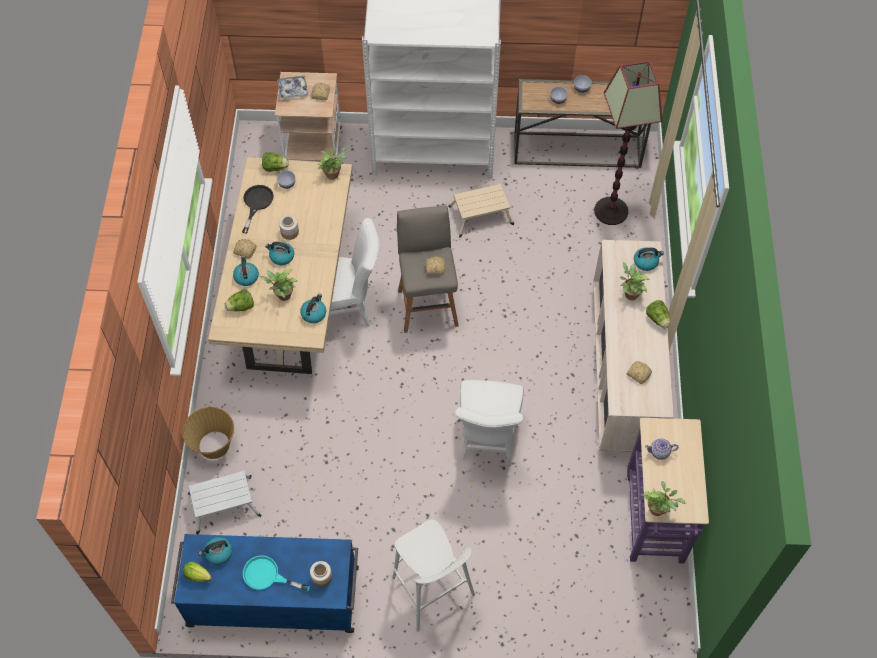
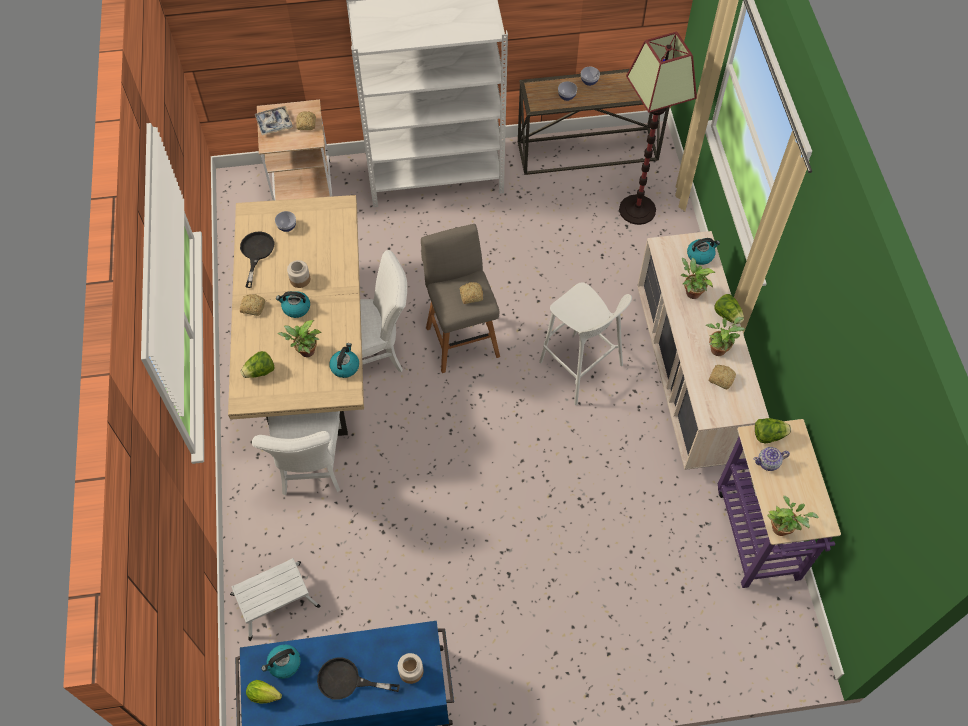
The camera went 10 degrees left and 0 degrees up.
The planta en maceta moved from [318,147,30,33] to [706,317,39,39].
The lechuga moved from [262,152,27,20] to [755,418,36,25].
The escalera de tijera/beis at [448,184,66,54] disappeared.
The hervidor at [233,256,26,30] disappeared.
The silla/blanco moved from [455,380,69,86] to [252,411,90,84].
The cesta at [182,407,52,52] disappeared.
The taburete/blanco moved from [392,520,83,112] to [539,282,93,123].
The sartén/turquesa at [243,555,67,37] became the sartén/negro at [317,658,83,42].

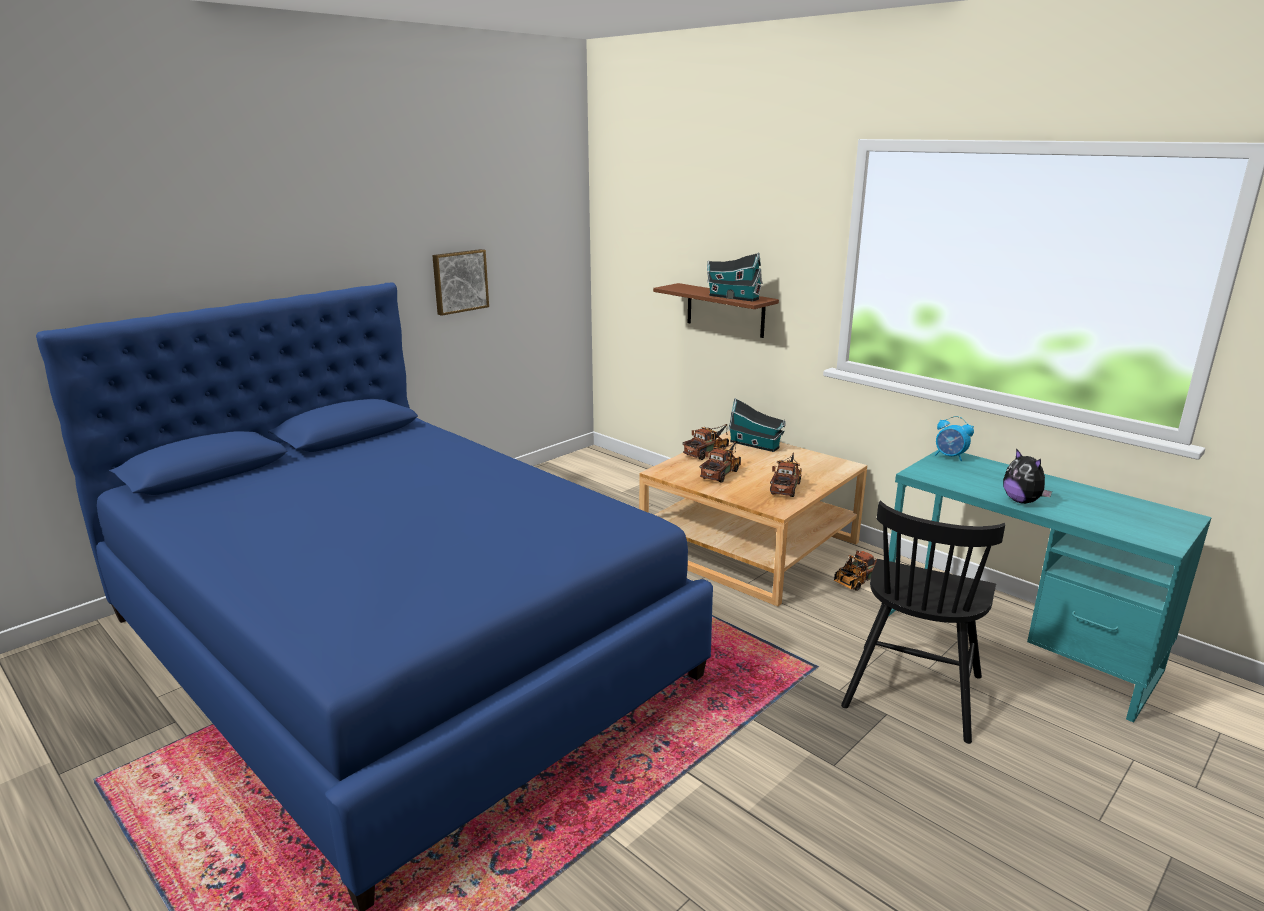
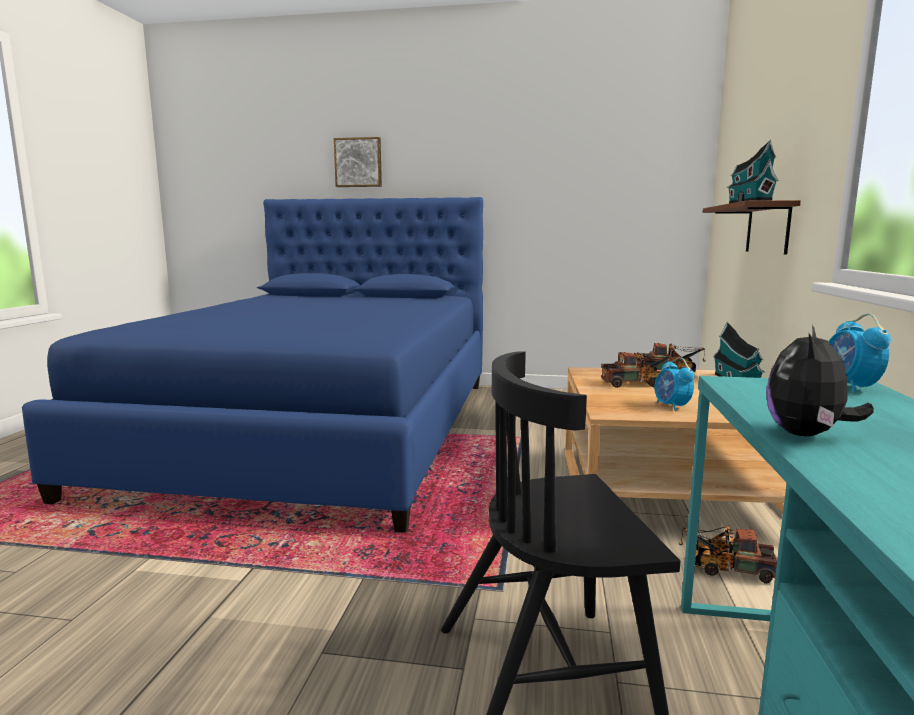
The camera went 55 degrees right and 10 degrees down.
The cuadro moved from [432,249,57,67] to [334,137,48,50].
The camión de juguete at [770,452,32,45] was replaced by the despertador at [655,357,40,54].

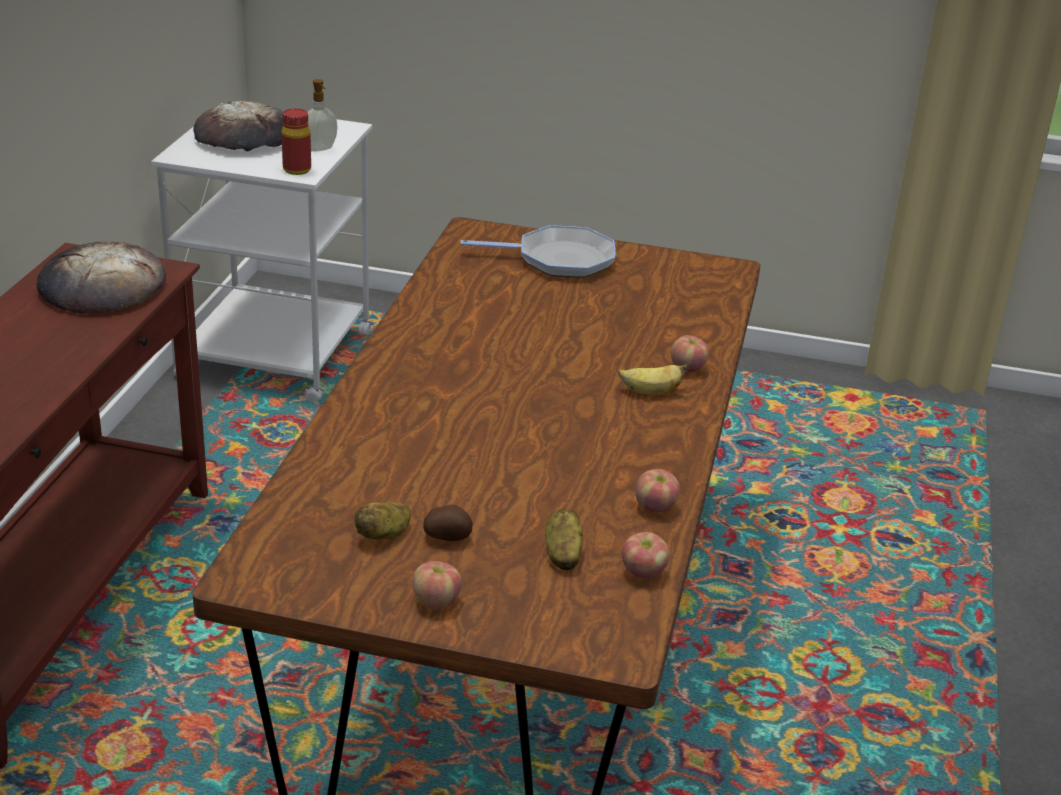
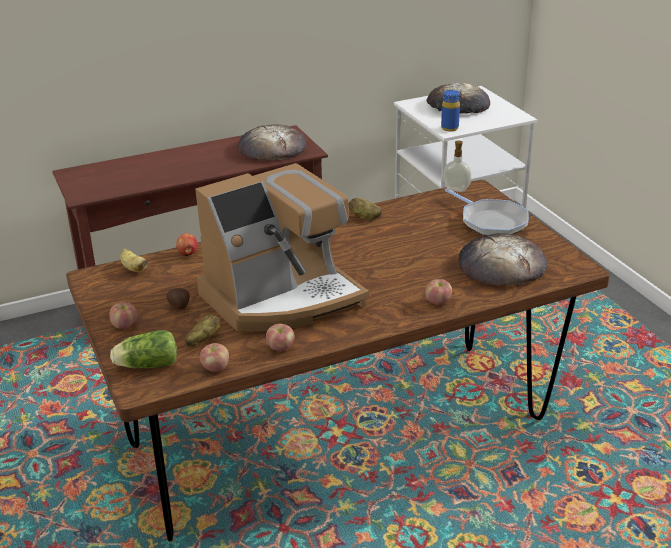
The camera went 55 degrees right and 0 degrees up.
The dispensador de jabón moved from [308,79,30,73] to [443,141,28,51].
The botella/rojo at [281,108,30,67] became the botella/azul at [441,90,19,41].
The plátano moved from [618,365,69,29] to [120,248,28,24].
The patata moved from [355,502,56,37] to [349,198,33,22].
The cafetera at [195,163,174,169] appeared.
The manzana at [176,233,22,23] appeared.
The pan at [459,233,88,53] appeared.
The lechuga at [110,330,67,38] appeared.

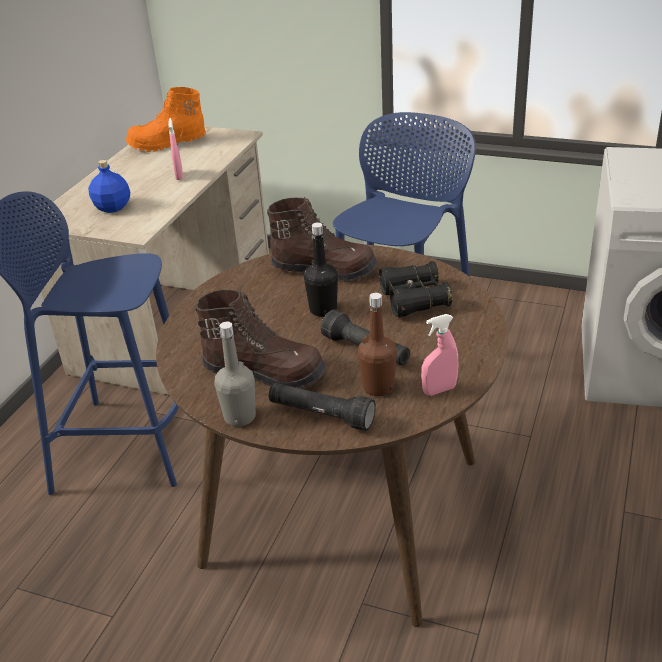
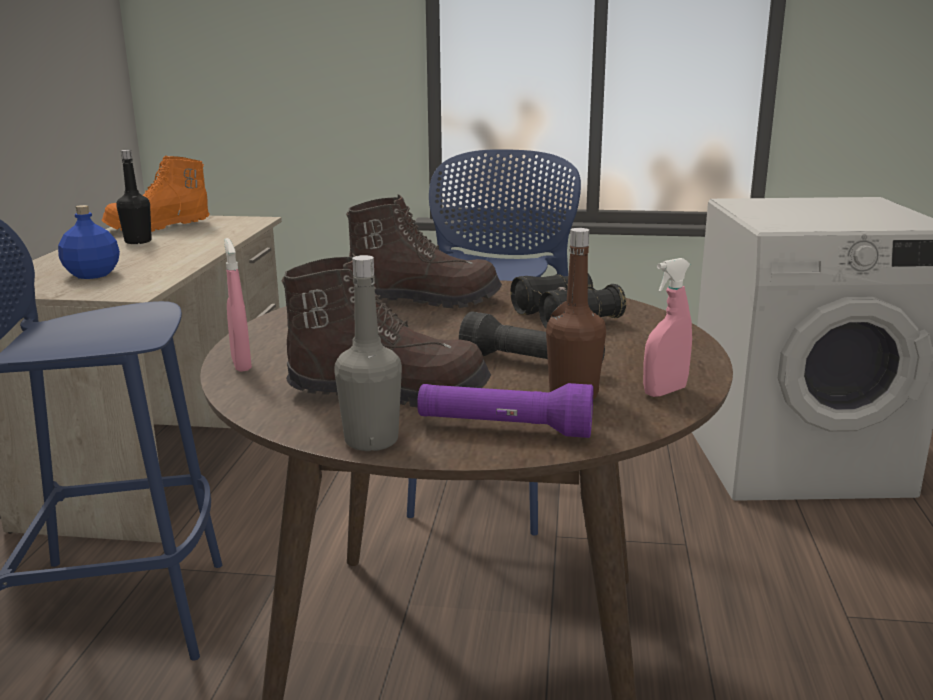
The camera went 15 degrees left and 15 degrees down.
The pulverizador/rosa moved from [169,118,14,62] to [224,238,28,134].
The botella/negro moved from [304,222,34,95] to [116,150,36,94].
The linterna/negro at [269,383,107,48] became the linterna/morado at [417,383,176,55].

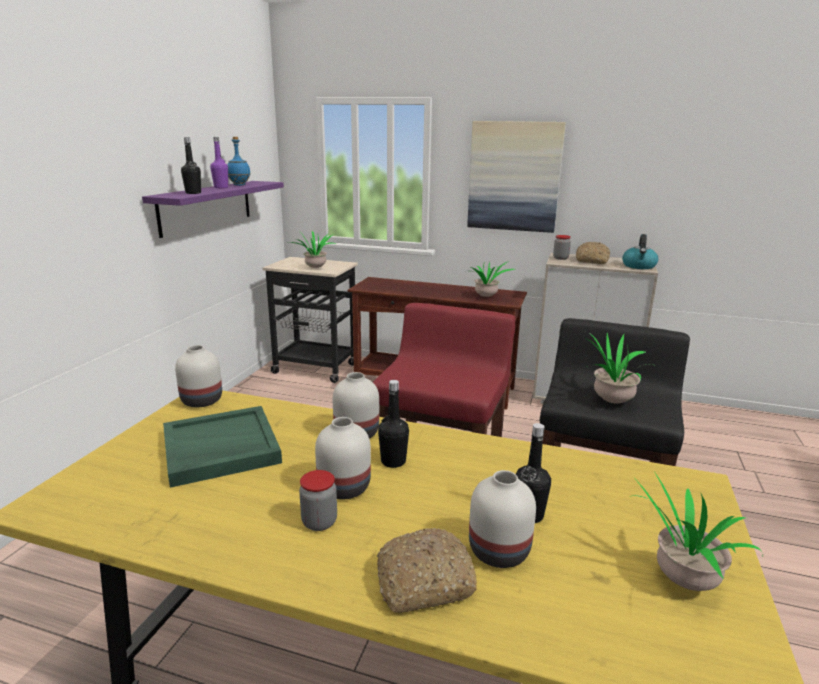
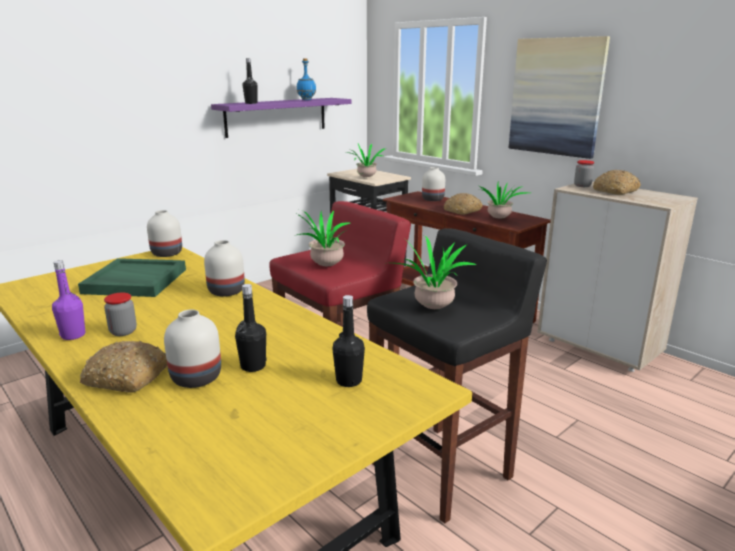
The camera went 30 degrees right and 0 degrees up.
The botella/morado moved from [210,137,18,51] to [52,260,33,80].
The hervidor at [622,234,36,35] disappeared.
The botella/negro moved from [378,380,31,88] to [332,295,33,92].
The florero/blanco moved from [315,417,56,82] to [422,167,23,34].
The planta en maceta moved from [629,473,133,118] to [294,210,56,56].
The pan at [444,193,39,22] appeared.

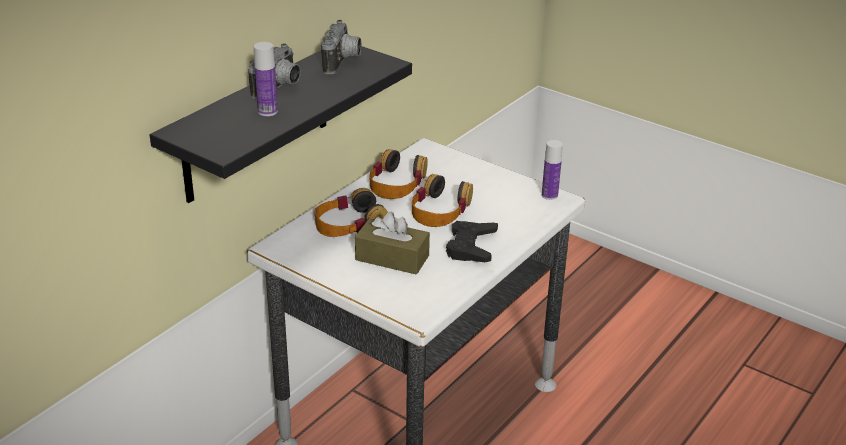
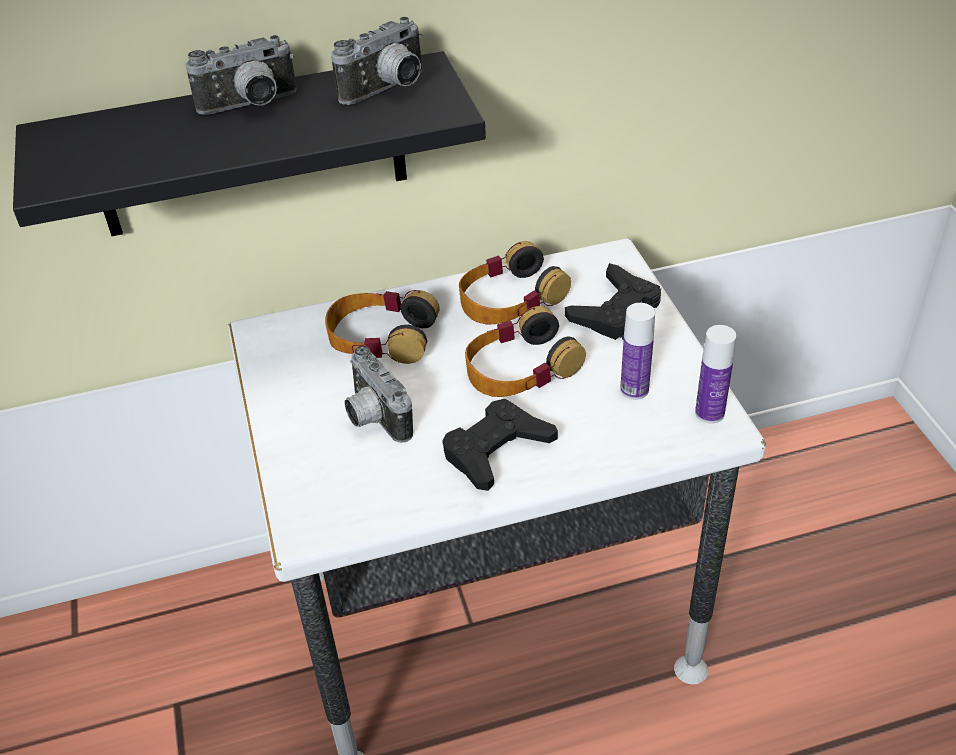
The camera went 40 degrees right and 10 degrees up.
The botella moved from [254,42,24,74] to [620,303,35,97].
The caja de pañuelos/marrón at [355,211,75,64] was replaced by the cámara at [344,346,69,97].
The mando de consola/negro at [565,263,96,77] appeared.

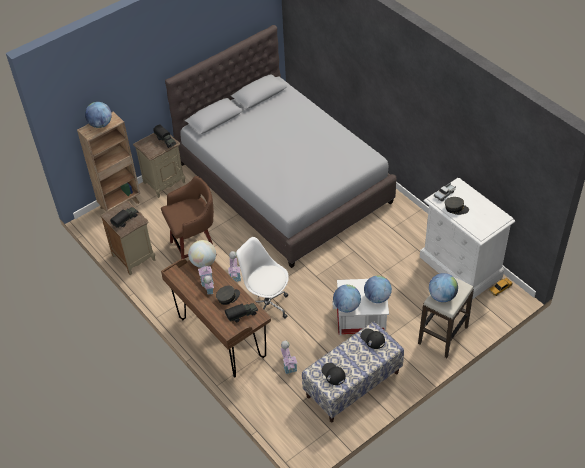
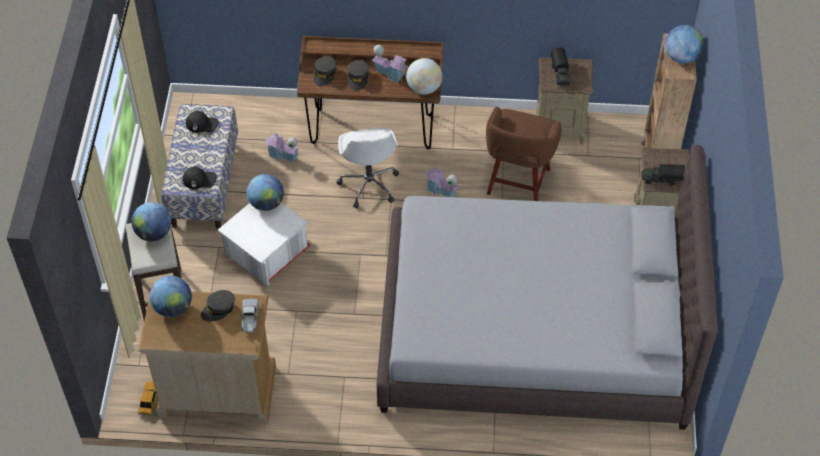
The camera went 130 degrees right and 5 degrees up.
The cómoda/blanco at [420,178,95,122] became the cómoda/marrón at [138,292,138,132].
The silla de oficina/blanco at [236,237,53,82] turned 90 degrees clockwise.
The globo terráqueo moved from [364,276,28,27] to [150,276,42,41].
The camión de juguete at [225,303,33,19] was replaced by the gorra/gris at [314,56,22,30].

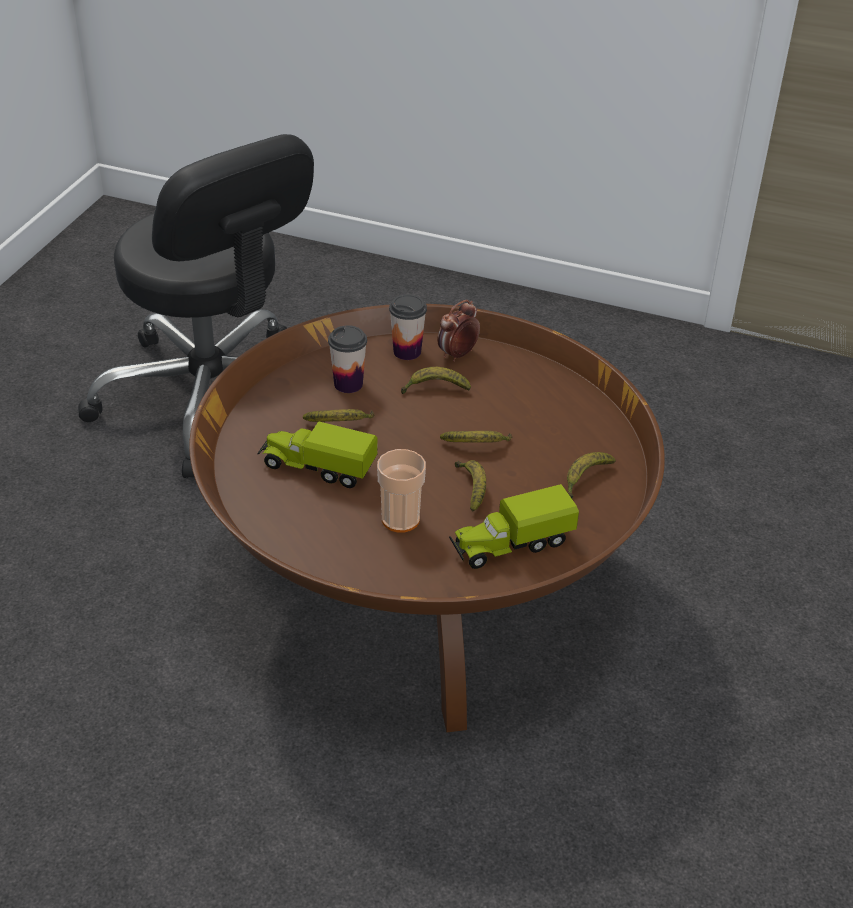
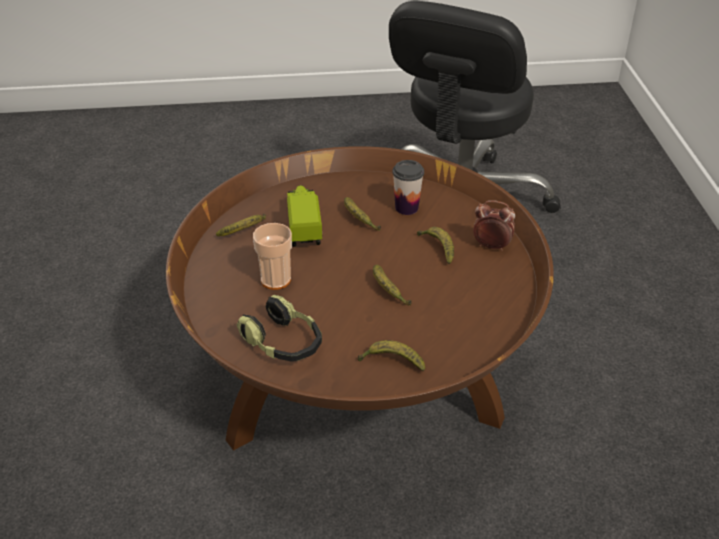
The camera went 65 degrees right and 0 degrees up.
The taza at [389,294,38,66] disappeared.
The plátano moved from [455,460,31,52] to [216,213,50,23].
The camión de juguete at [449,484,130,85] was replaced by the auriculares at [237,295,85,67].

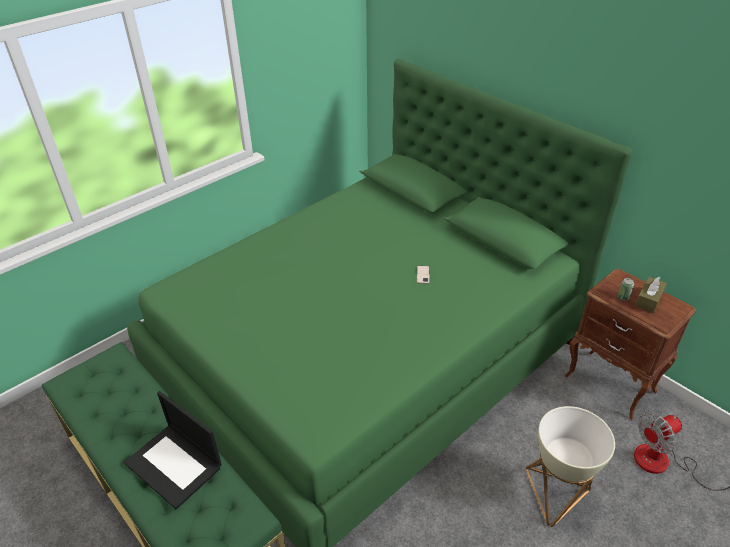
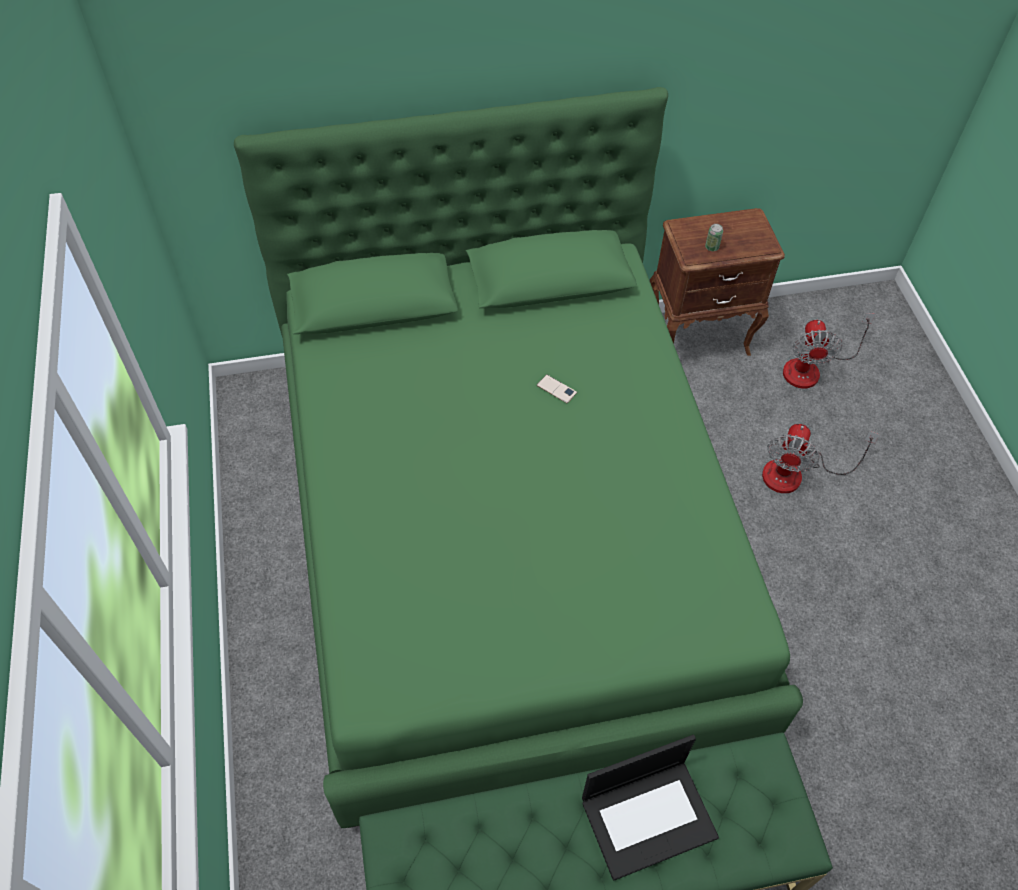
The camera went 60 degrees left and 15 degrees up.
The caja de pañuelos/marrón at [635,277,32,36] disappeared.
The maceta at [526,406,89,121] was replaced by the ventilador at [762,424,118,69].

